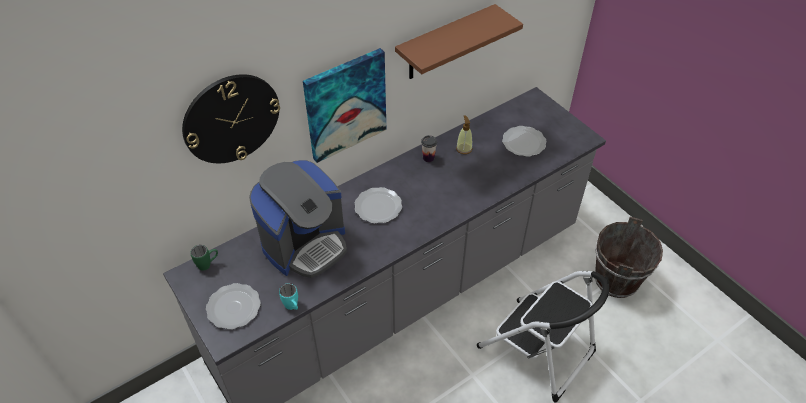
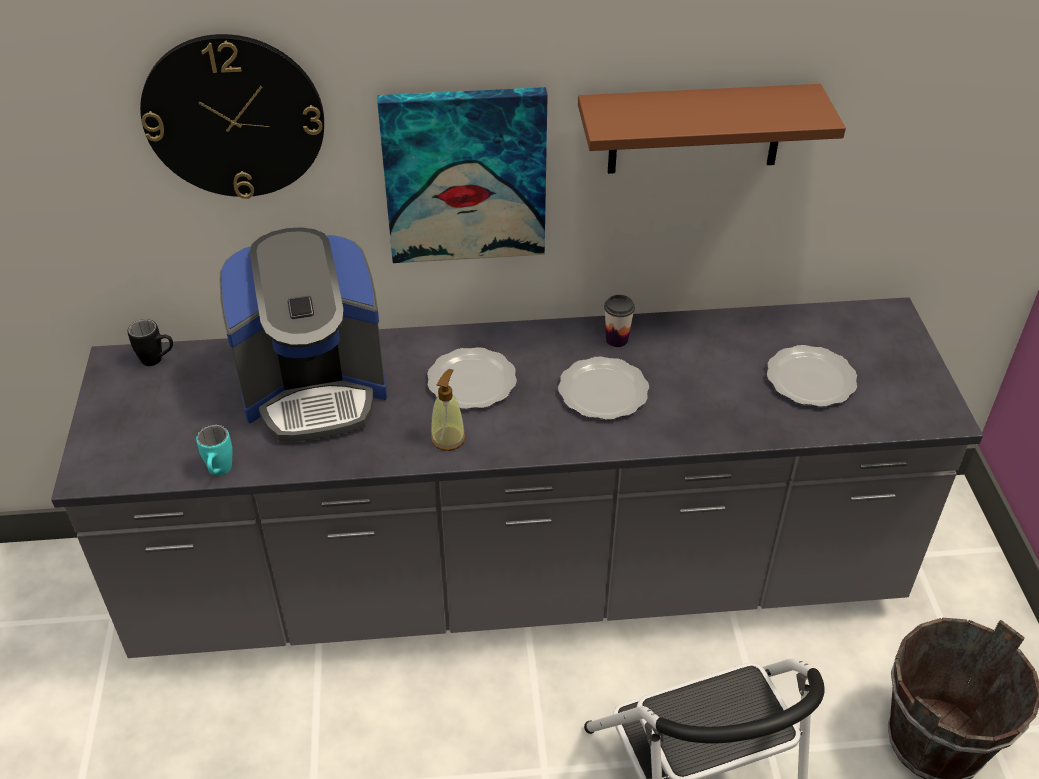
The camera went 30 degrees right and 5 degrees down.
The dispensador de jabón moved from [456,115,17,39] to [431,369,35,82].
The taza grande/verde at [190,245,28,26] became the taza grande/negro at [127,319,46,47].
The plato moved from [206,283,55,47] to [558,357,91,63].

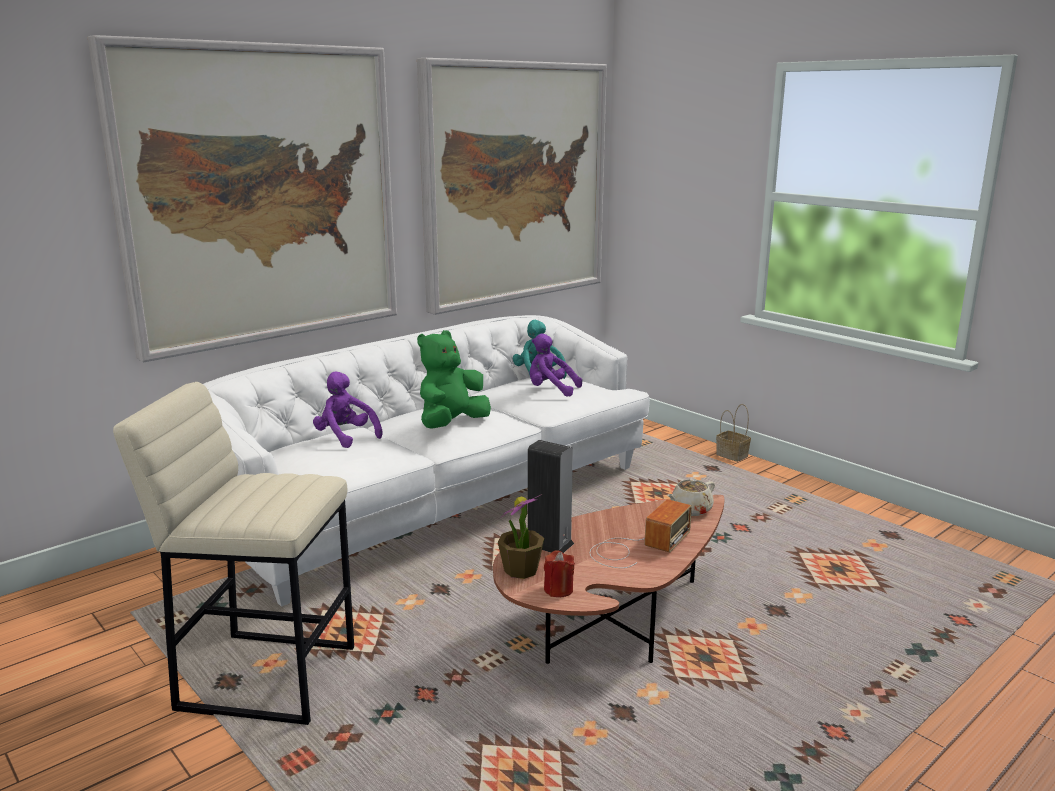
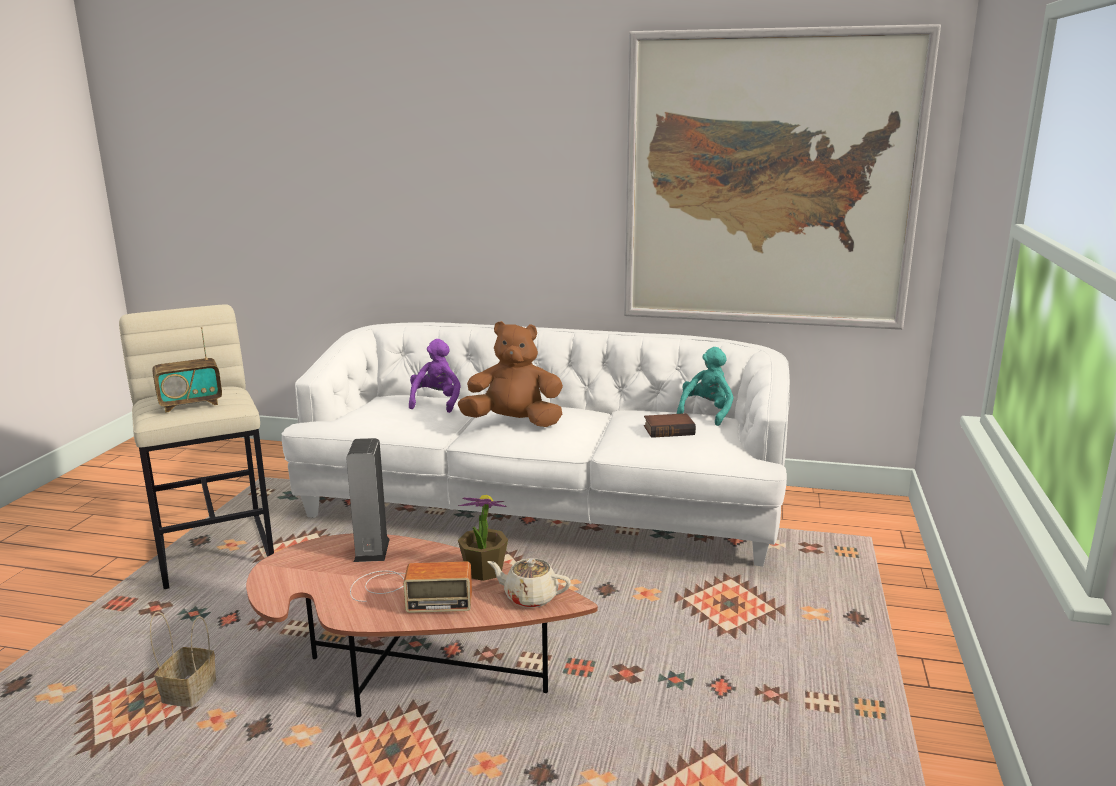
The camera went 55 degrees right and 0 degrees up.
The cuadro at [88,35,309,328] disappeared.
The peluche/verde at [417,330,74,99] became the peluche/marrón at [458,321,105,106].
The peluche/morado at [530,334,52,63] was replaced by the libro at [644,413,52,25].
The cesta moved from [716,404,35,58] to [150,612,66,95].
The planta en maceta moved from [498,494,46,85] to [458,495,50,86].
The vela/rojo at [544,550,31,47] disappeared.
The radio at [152,327,70,86] appeared.

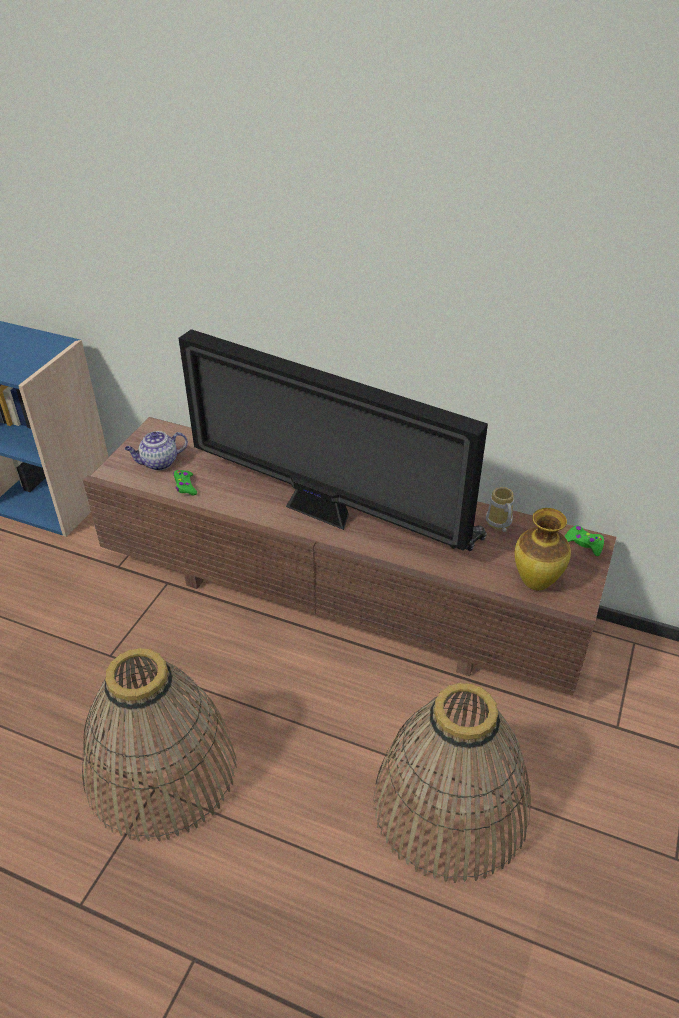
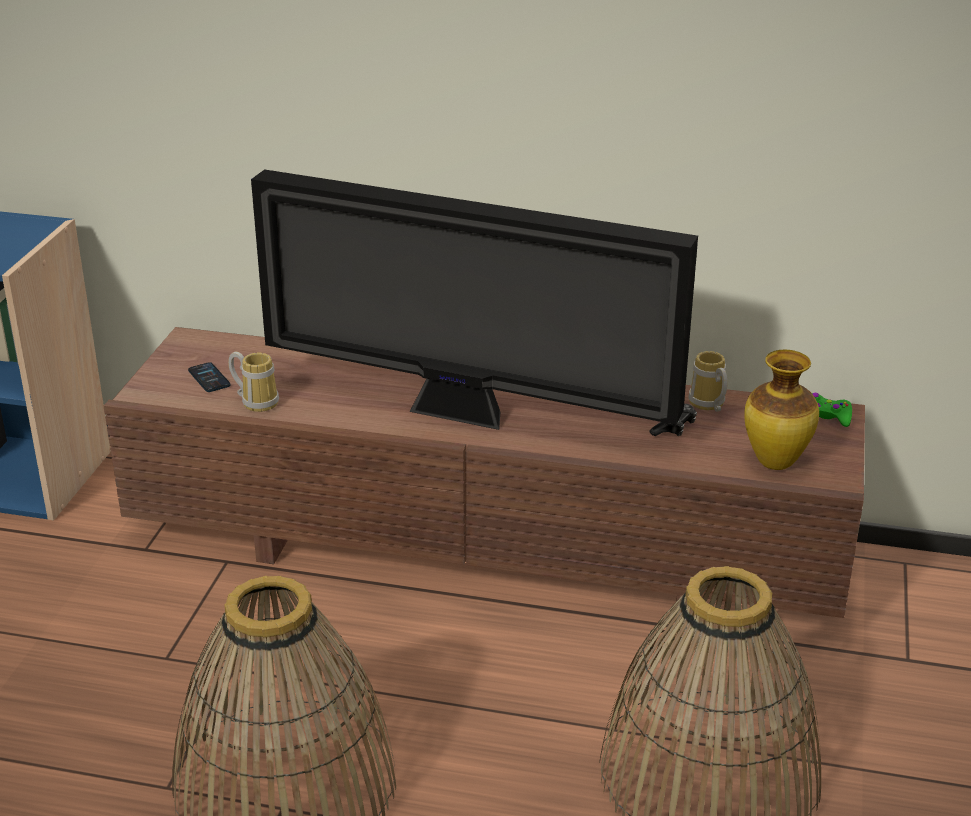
The camera went 10 degrees left and 10 degrees down.
The tetera at [125,431,63,40] was replaced by the móvil at [188,362,42,30].
The mando de consola/verde at [174,470,23,26] was replaced by the taza grande at [228,352,51,60].

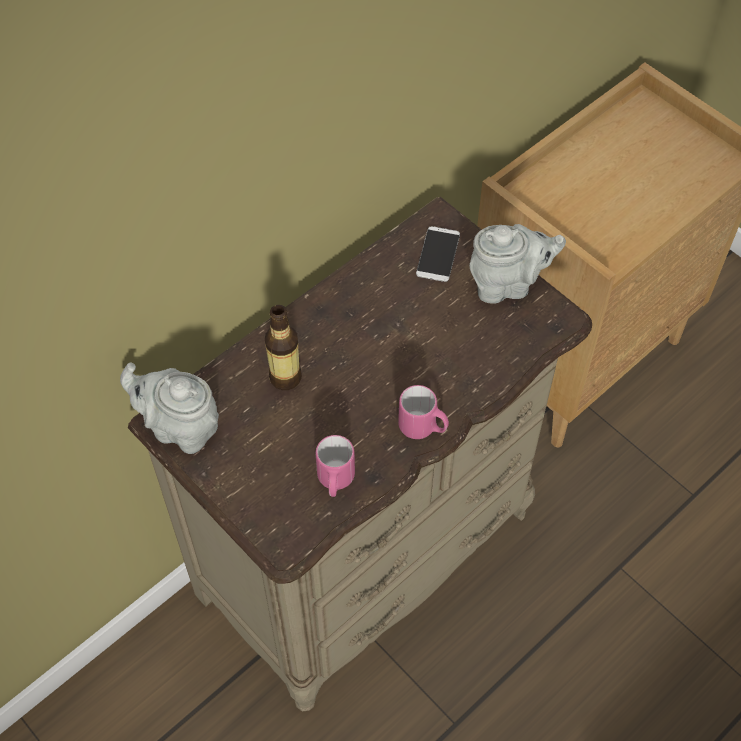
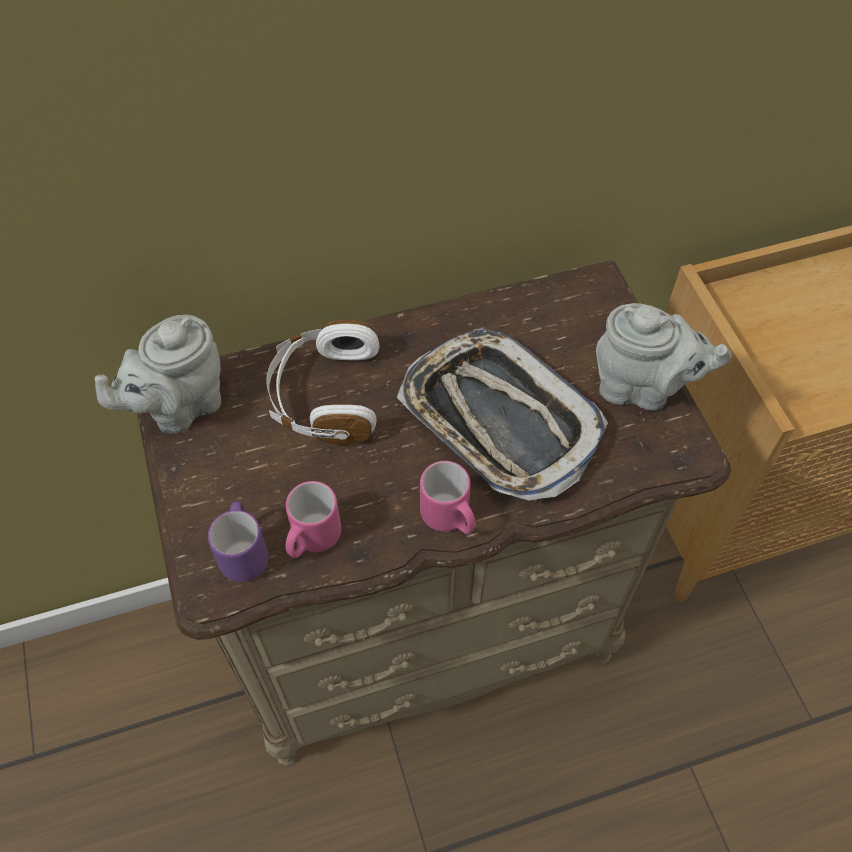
The camera went 25 degrees right and 0 degrees up.
The móvil at [416,226,44,56] disappeared.
The botella at [265,305,37,85] was replaced by the auriculares/blanco at [267,320,113,125].
The tetera/gris at [120,362,99,92] turned 90 degrees counterclockwise.
The bandeja at [397,329,211,172] appeared.
The taza grande/morado at [208,502,60,80] appeared.

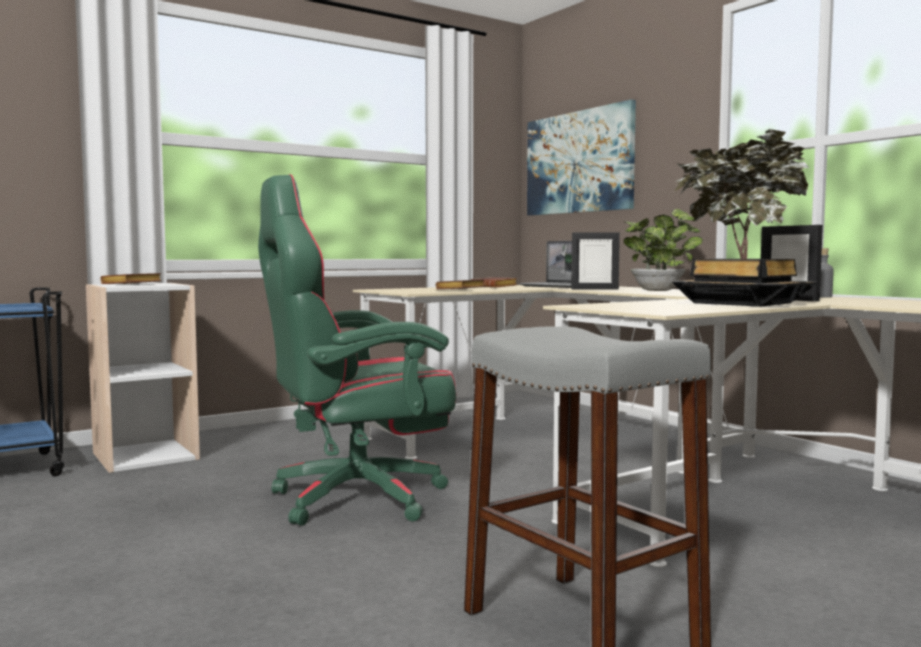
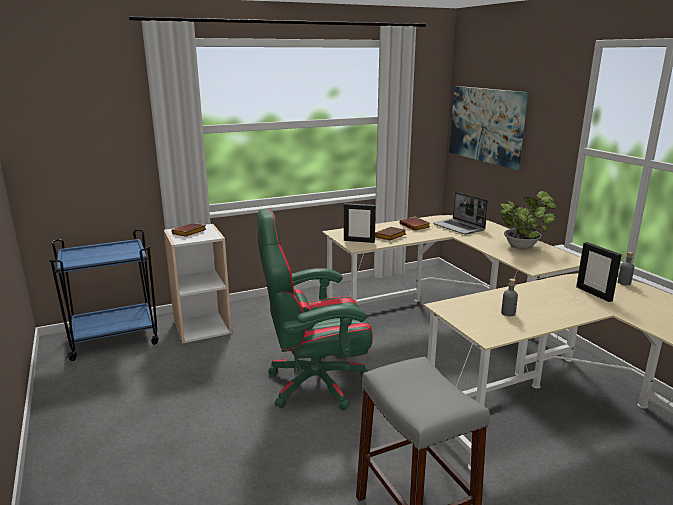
The camera went 10 degrees right and 15 degrees up.
The planta en maceta at [670,129,146,178] disappeared.
The portarretratos moved from [571,232,49,58] to [344,203,32,40].
The botella/gris at [501,278,17,38] appeared.

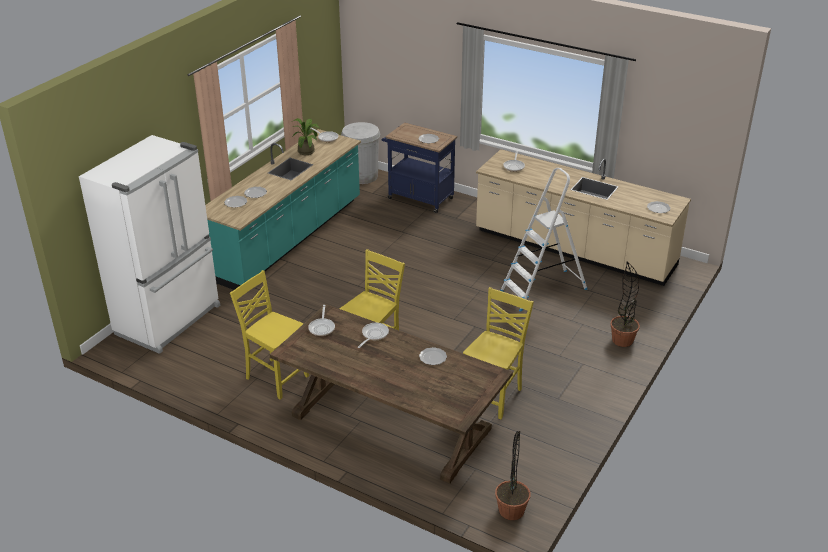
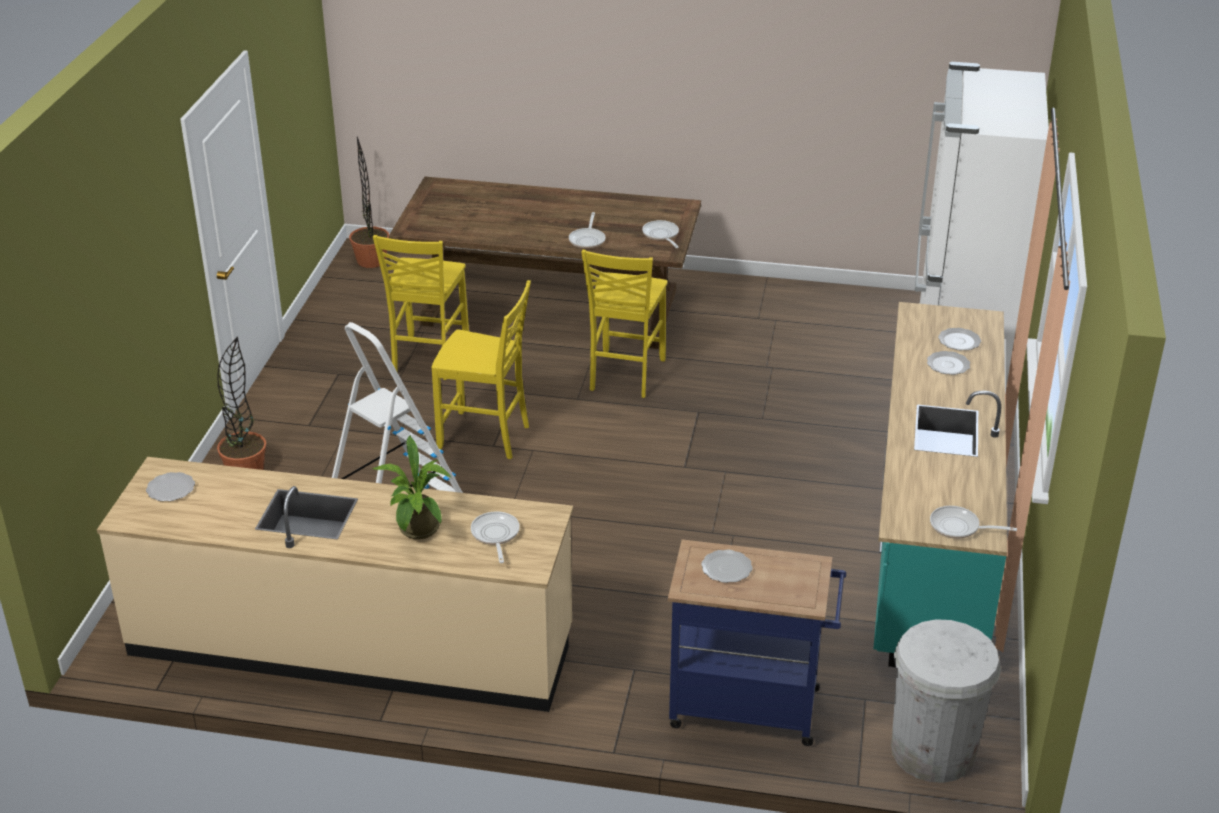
The camera went 160 degrees right and 0 degrees up.
The planta en maceta moved from [292,118,28,37] to [373,435,78,104].
The silla/amarillo moved from [230,270,79,130] to [431,280,100,179].
The plato at [419,347,28,18] disappeared.

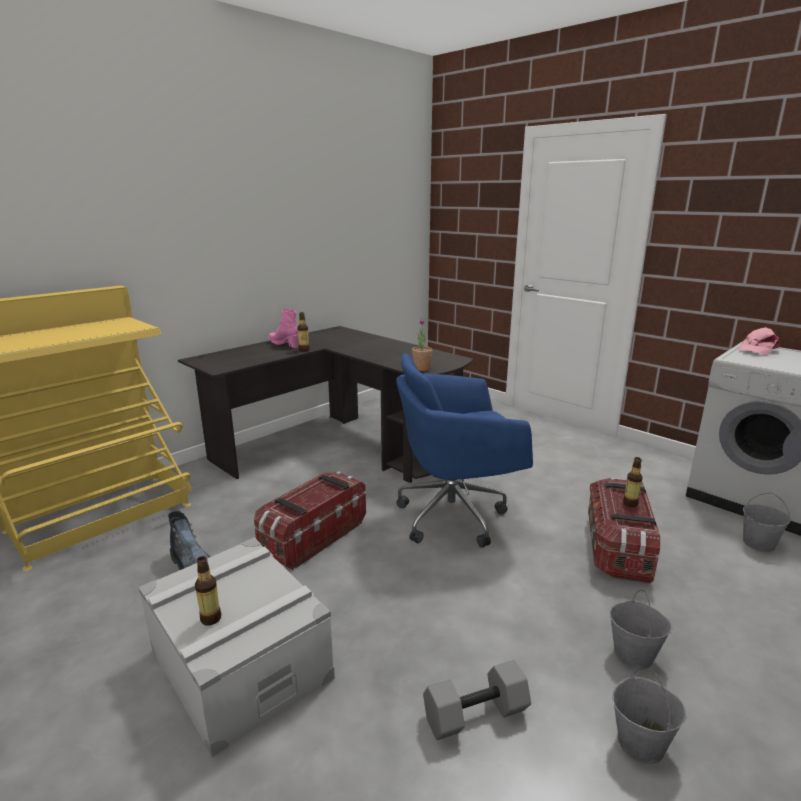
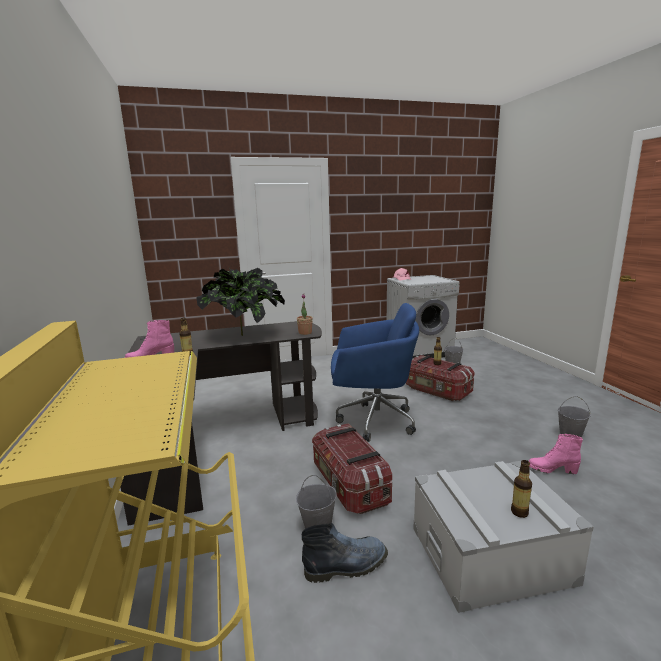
The camera went 60 degrees left and 5 degrees down.
The silla de oficina/azul at [396,353,137,195] turned 105 degrees counterclockwise.
The cubo/gris moved from [610,590,63,79] to [296,475,41,54].
The mancuerna/gris at [423,660,108,80] was replaced by the bota/rosa at [529,434,54,40].
The planta en maceta at [196,268,89,68] appeared.

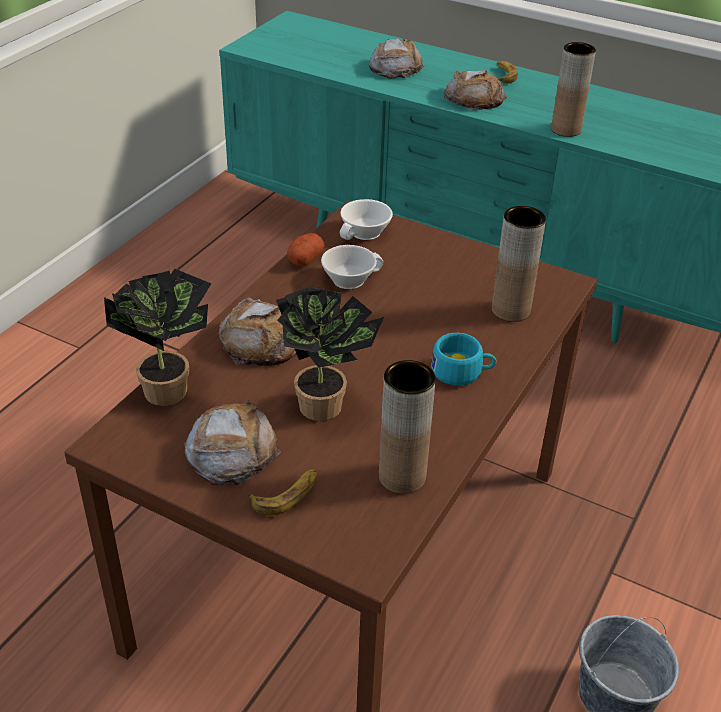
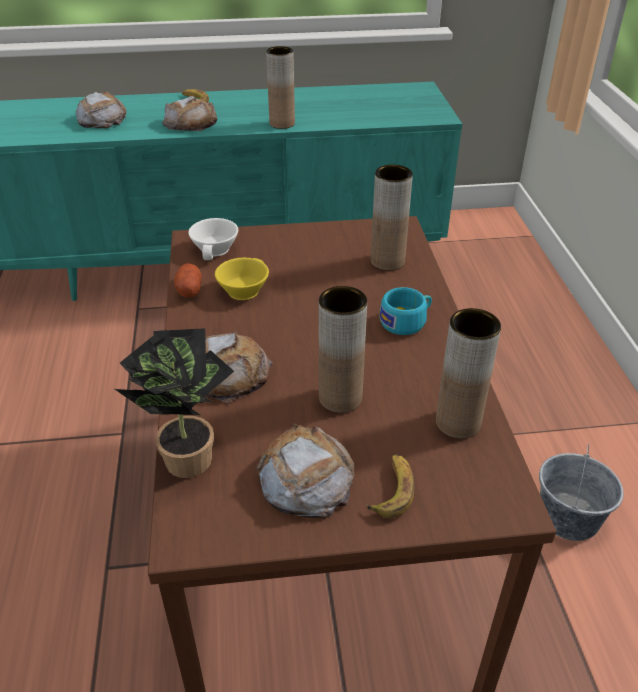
The camera went 35 degrees left and 0 degrees up.
The taza/blanco at [321,245,62,44] became the taza/amarillo at [215,258,54,42].
The planta en maceta at [276,286,108,135] was replaced by the florero/marrón at [319,286,48,127].

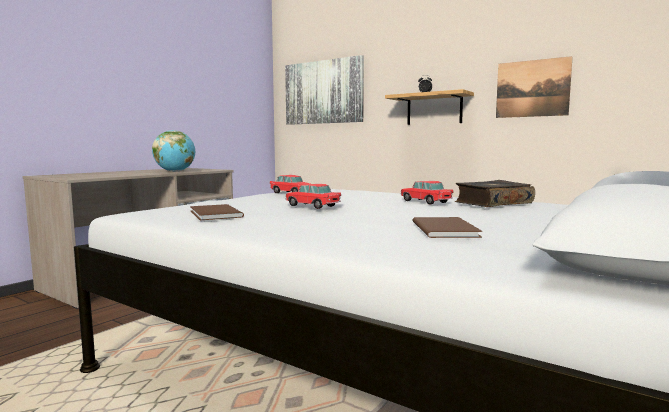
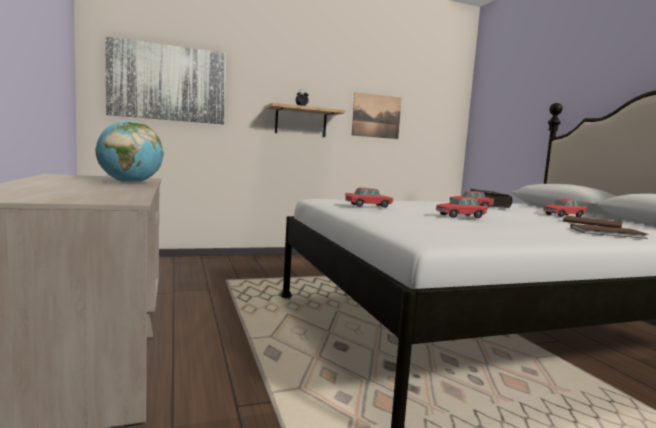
The camera went 55 degrees left and 0 degrees up.
The libro/marrón moved from [190,204,54,16] to [570,224,79,15].
The coche de juguete at [543,199,44,18] appeared.

